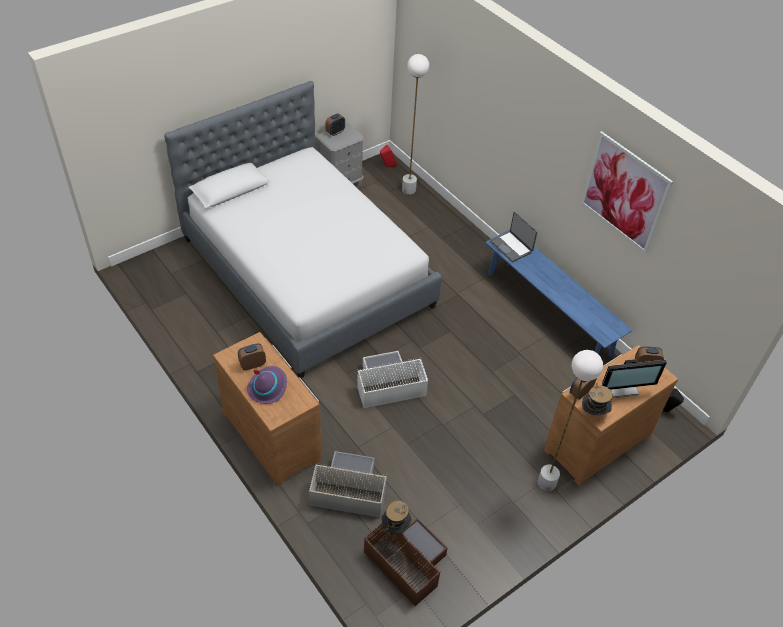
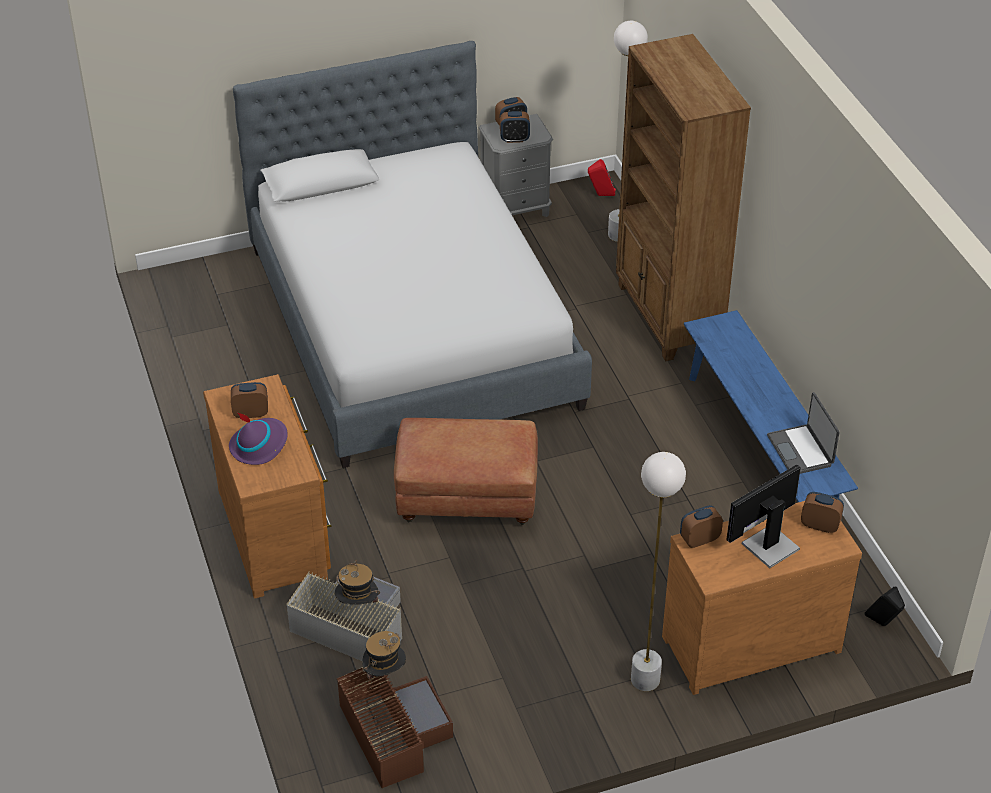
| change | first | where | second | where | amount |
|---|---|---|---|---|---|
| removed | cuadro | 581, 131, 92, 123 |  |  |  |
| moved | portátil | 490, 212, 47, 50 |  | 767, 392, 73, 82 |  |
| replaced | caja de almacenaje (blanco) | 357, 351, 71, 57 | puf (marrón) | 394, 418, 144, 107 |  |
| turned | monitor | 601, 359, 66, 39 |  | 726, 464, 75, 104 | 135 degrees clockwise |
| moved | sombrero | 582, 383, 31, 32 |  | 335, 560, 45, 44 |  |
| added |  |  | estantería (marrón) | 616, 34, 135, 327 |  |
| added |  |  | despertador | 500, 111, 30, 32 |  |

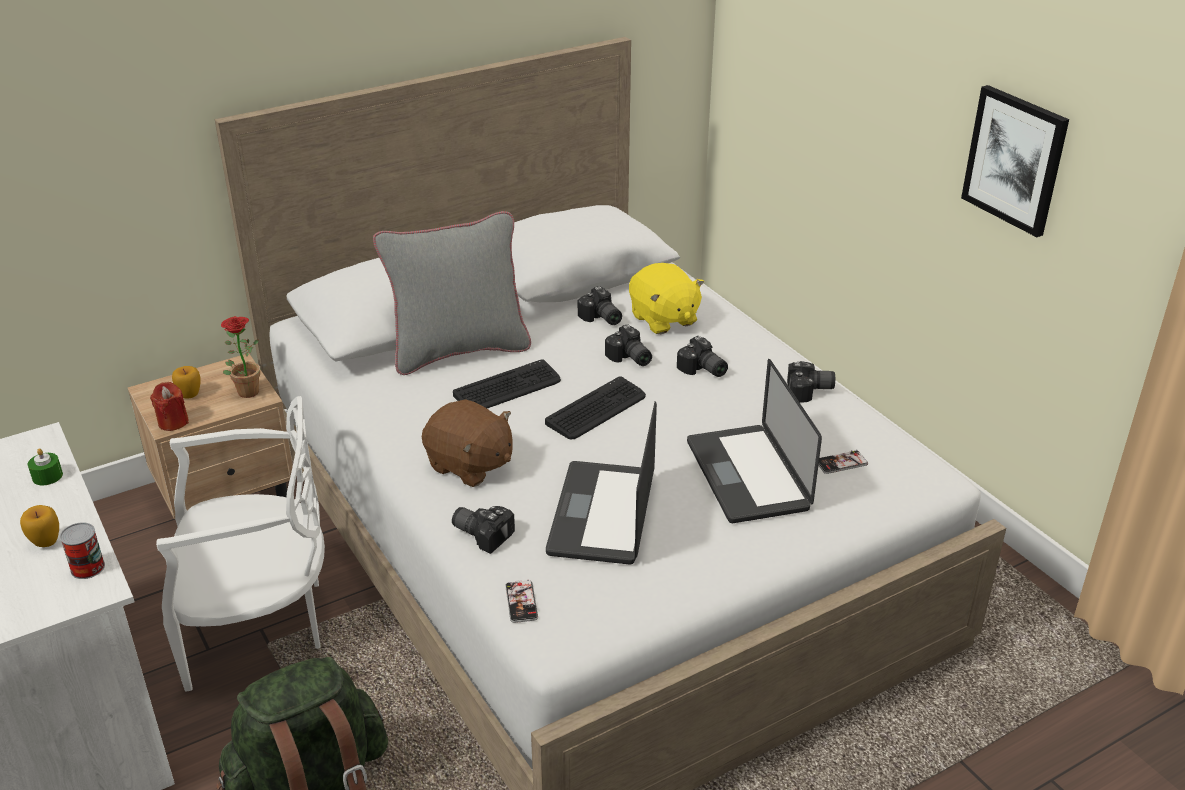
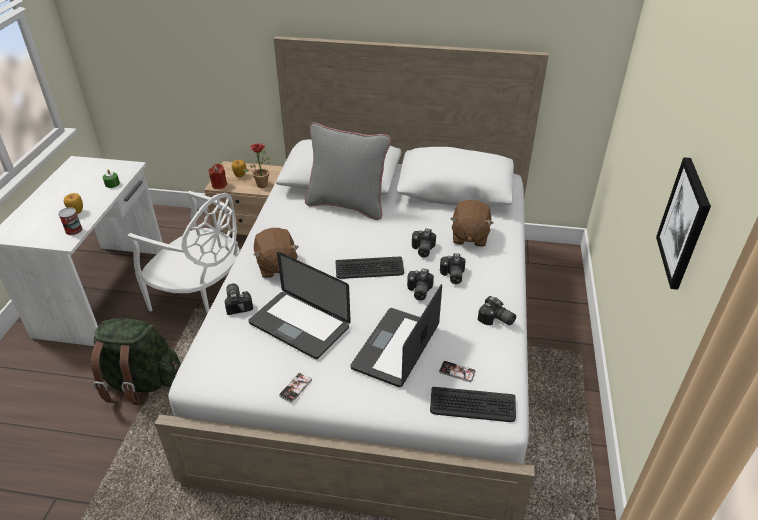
| change | first | where | second | where | amount |
|---|---|---|---|---|---|
| recoloured | peluche (amarillo) | 629, 263, 75, 71 | peluche (marrón) | 451, 200, 42, 47 |  |
| moved | cámara | 578, 286, 44, 39 |  | 407, 269, 27, 32 |  |
| moved | teclado | 453, 359, 108, 49 |  | 430, 387, 86, 35 |  |
| turned | portátil | 546, 401, 111, 164 |  | 249, 252, 102, 107 | 105 degrees counterclockwise |
| moved | móvil | 505, 580, 33, 43 |  | 279, 373, 33, 30 |  |

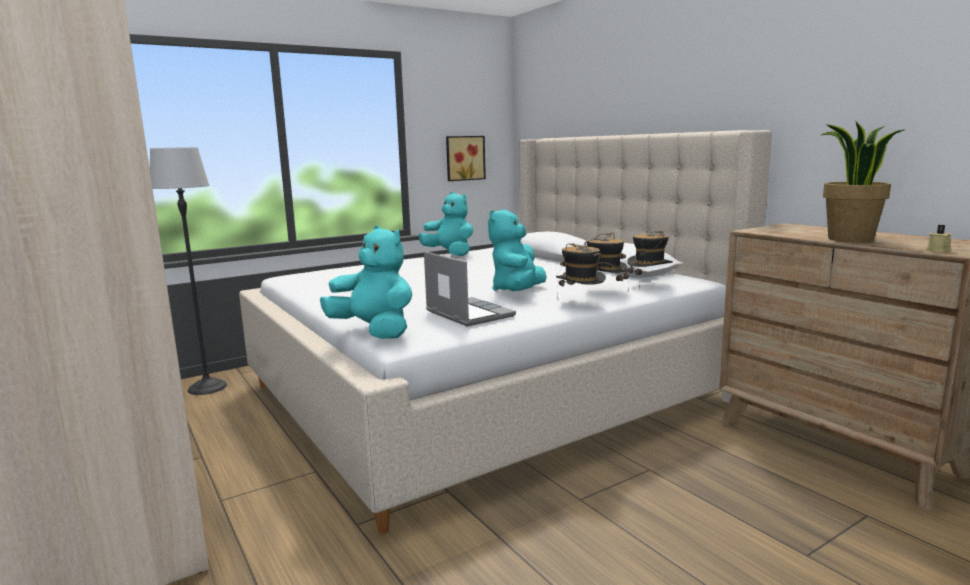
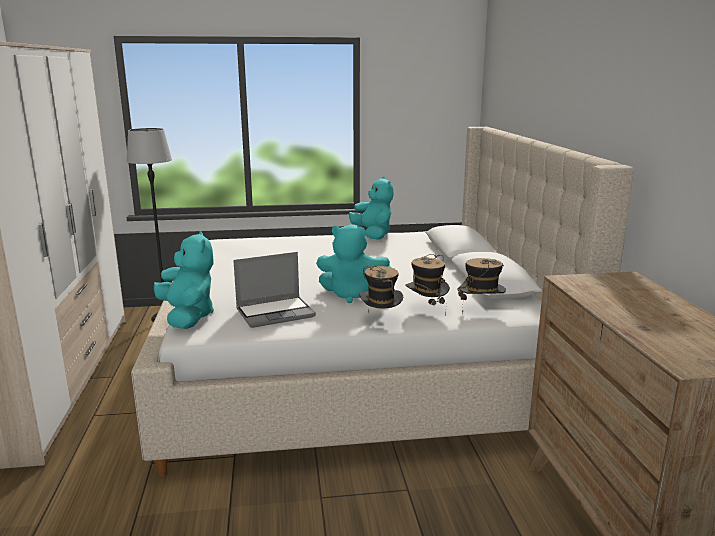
| change | first | where | second | where | amount |
|---|---|---|---|---|---|
| removed | planta en maceta | 821, 121, 85, 121 |  |  |  |
| removed | cuadro | 446, 136, 40, 45 |  |  |  |
| turned | peluche (turquesa) | 488, 209, 59, 82 |  | 316, 225, 75, 78 | 120 degrees counterclockwise |
| removed | vela (beis) | 926, 225, 25, 27 |  |  |  |
| turned | portátil | 424, 251, 92, 76 |  | 233, 252, 83, 76 | 75 degrees clockwise |

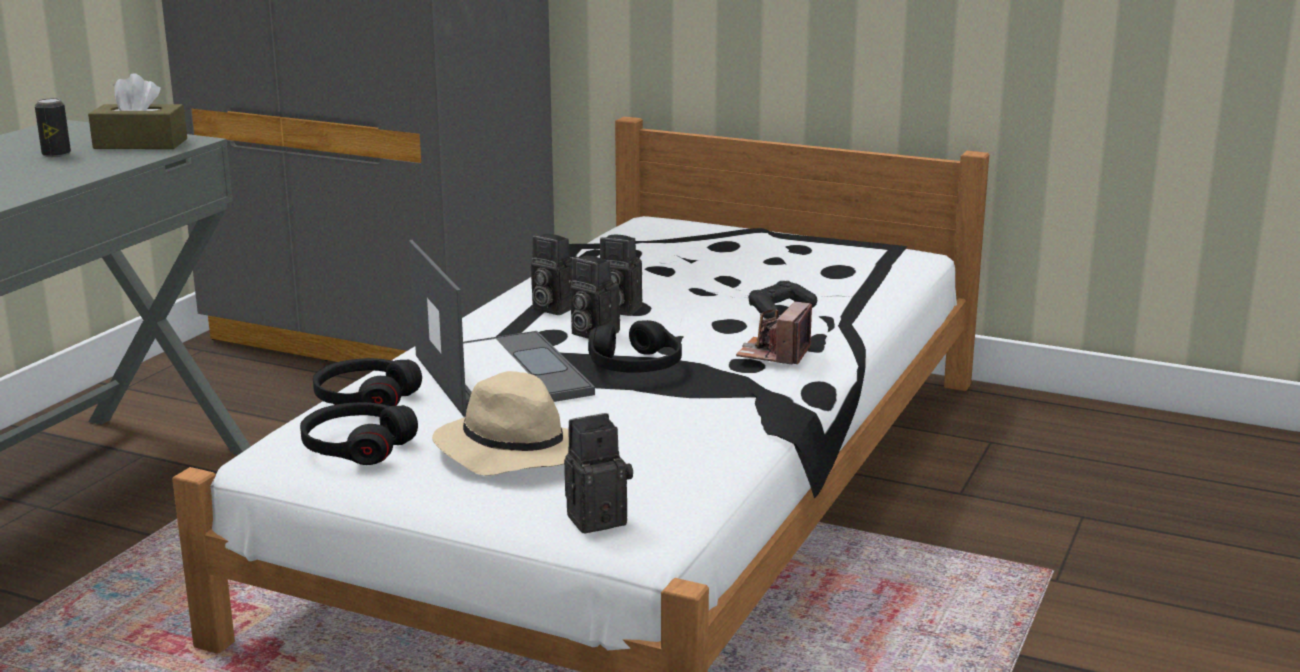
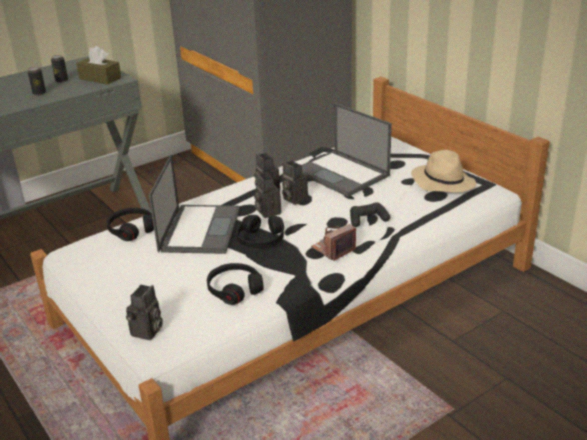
| change | first | where | second | where | amount |
|---|---|---|---|---|---|
| moved | sombrero (beis) | 432, 371, 137, 105 |  | 411, 150, 65, 43 |  |
| moved | auriculares (negro) | 300, 402, 118, 63 |  | 207, 263, 57, 42 |  |
| turned | cámara | 564, 413, 69, 120 |  | 126, 285, 37, 55 | 105 degrees clockwise |
| added |  |  | lata | 28, 67, 18, 29 |  |
| added |  |  | portátil | 302, 103, 90, 94 |  |

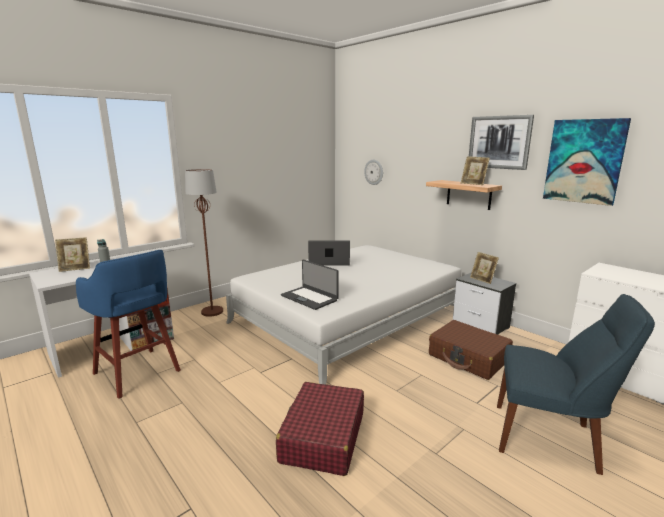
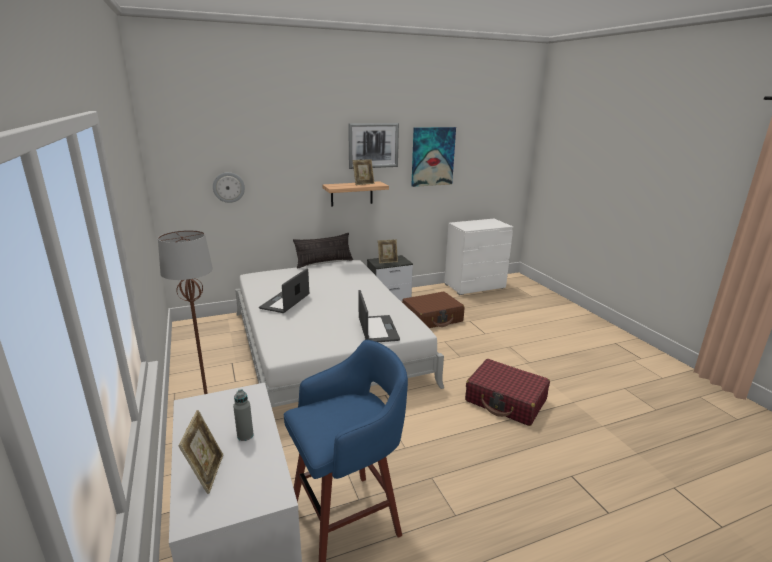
| change | first | where | second | where | amount |
|---|---|---|---|---|---|
| turned | portátil | 281, 260, 58, 50 |  | 358, 290, 42, 52 | 75 degrees counterclockwise |
| removed | silla (azul) | 497, 294, 158, 181 |  |  |  |
| added |  |  | cojín | 293, 233, 60, 36 |  |

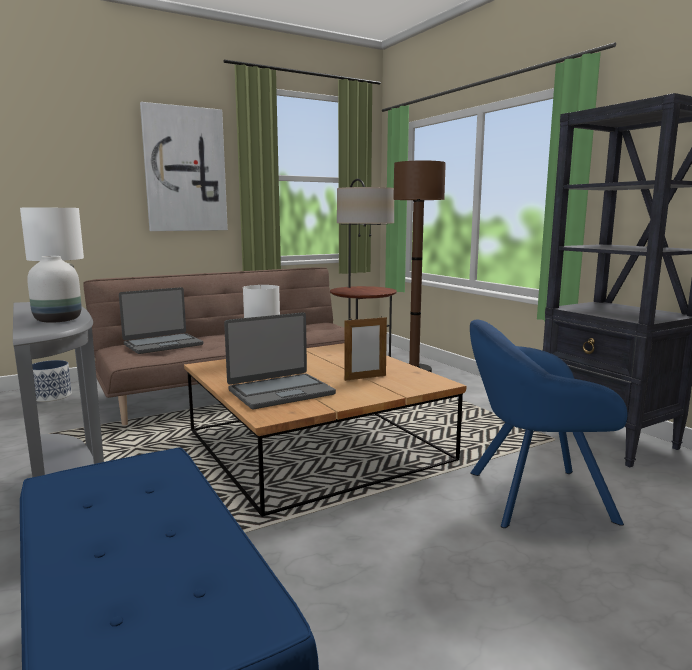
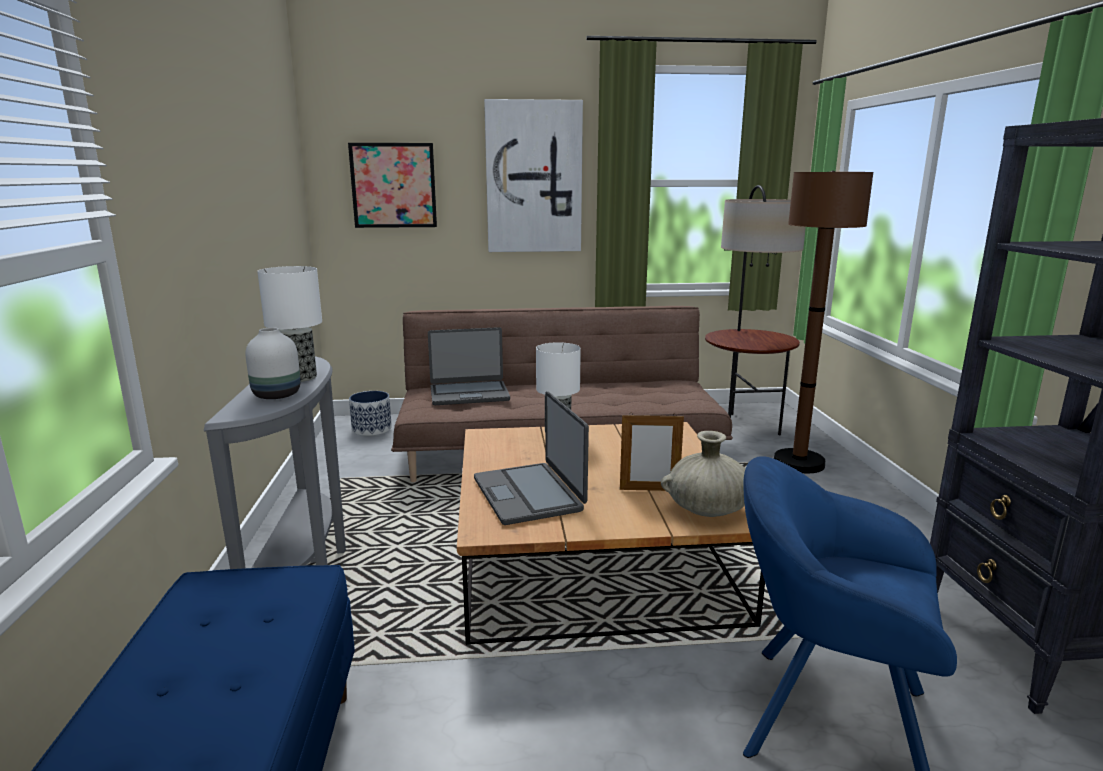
| change | first | where | second | where | amount |
|---|---|---|---|---|---|
| turned | portátil | 224, 312, 112, 97 |  | 474, 391, 115, 134 | 75 degrees clockwise |
| added |  |  | cuadro | 348, 143, 89, 85 |  |
| added |  |  | florero (beis) | 661, 431, 84, 86 |  |

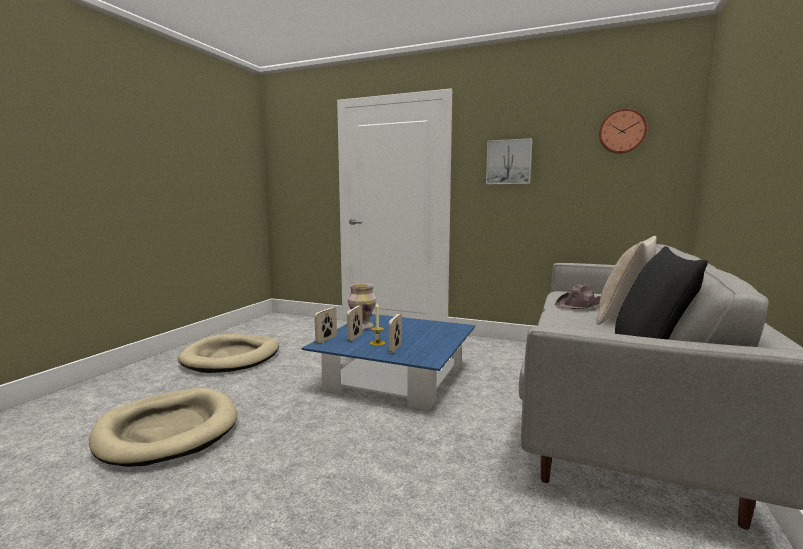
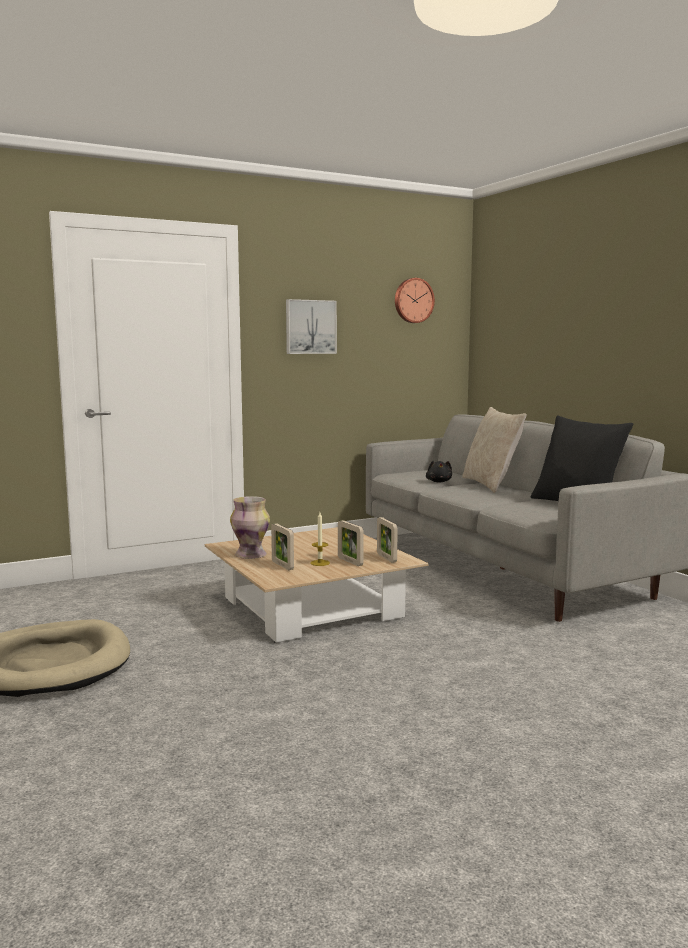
| change | first | where | second | where | amount |
|---|---|---|---|---|---|
| replaced | sombrero (marrón) | 555, 285, 46, 24 | peluche (negro) | 426, 461, 26, 22 |  |
| moved | portarretratos | 314, 307, 23, 37 |  | 377, 517, 21, 46 |  |
| recoloured | mesa de centro (azul) | 302, 314, 173, 96 | mesa de centro (beis) | 205, 527, 224, 116 |  |
| removed | cama para perro (beis) | 89, 388, 148, 79 |  |  |  |

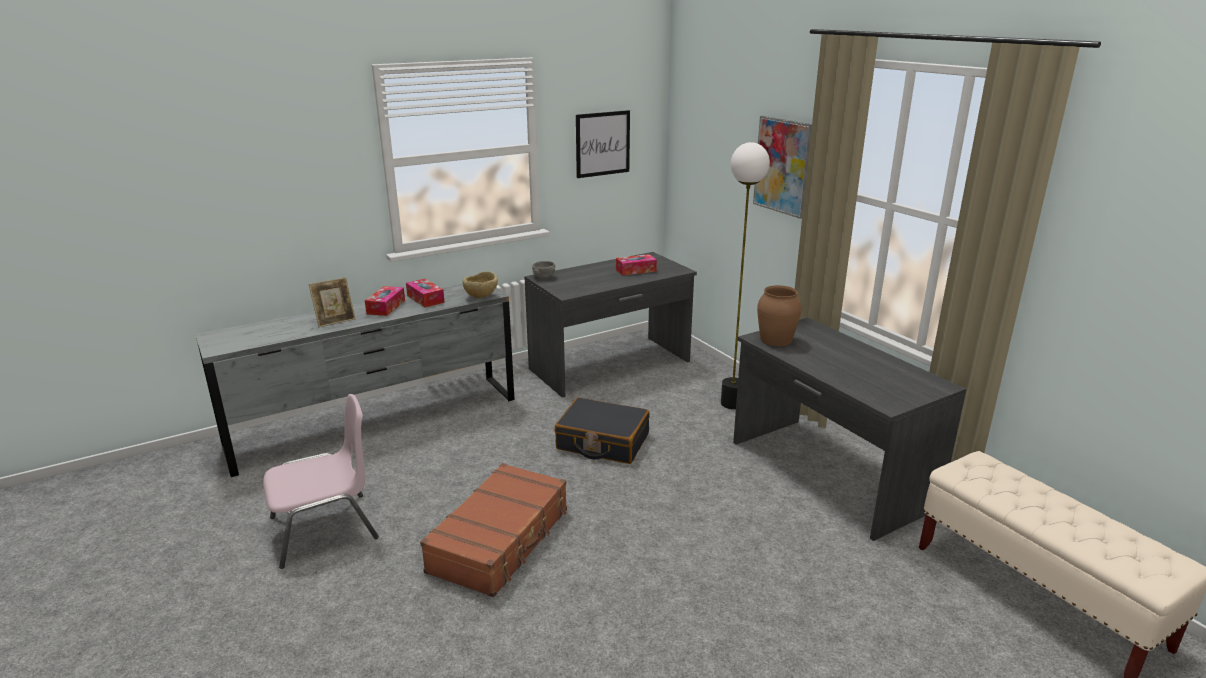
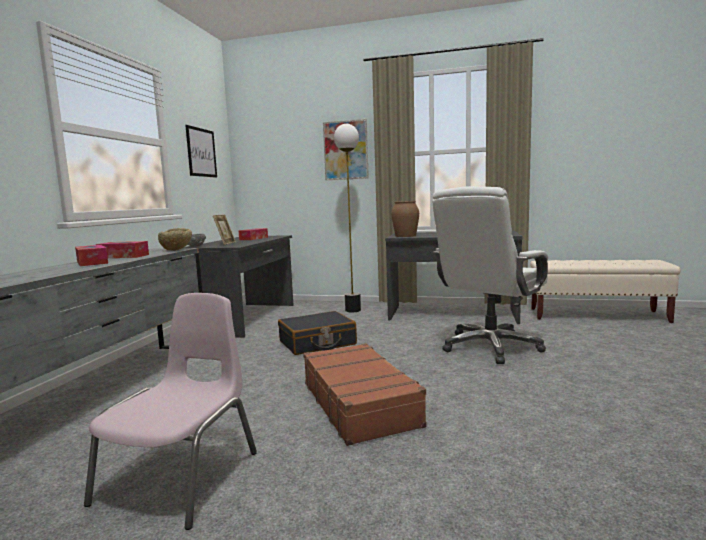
| change | first | where | second | where | amount |
|---|---|---|---|---|---|
| moved | portarretratos | 309, 277, 47, 51 |  | 213, 215, 23, 30 |  |
| added |  |  | silla de oficina (blanco) | 432, 186, 116, 178 |  |

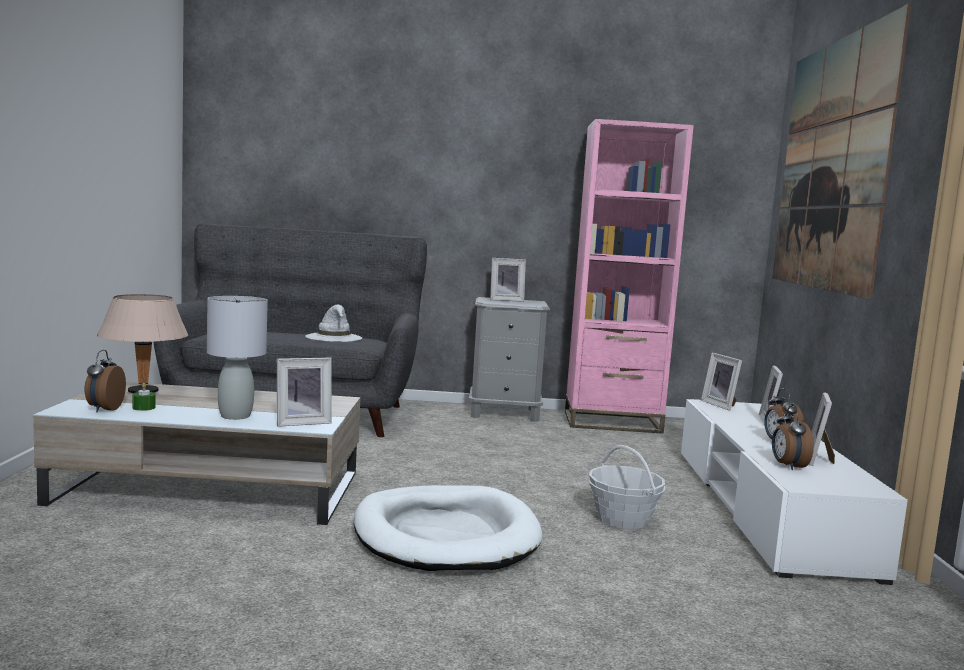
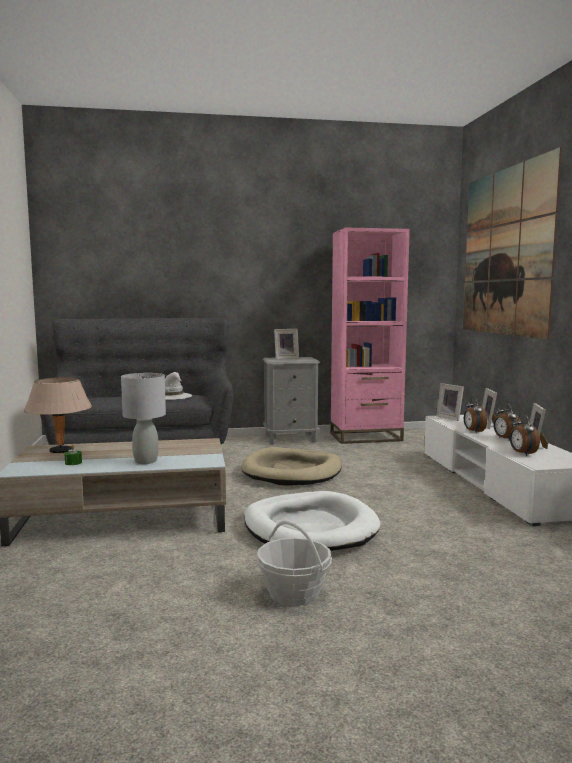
| change | first | where | second | where | amount |
|---|---|---|---|---|---|
| moved | despertador | 84, 350, 42, 62 |  | 464, 397, 23, 36 |  |
| removed | portarretratos | 277, 358, 55, 69 |  |  |  |
| moved | cesta | 588, 445, 78, 84 |  | 257, 521, 75, 85 |  |
| added |  |  | cama para perro (beis) | 241, 447, 101, 39 |  |

